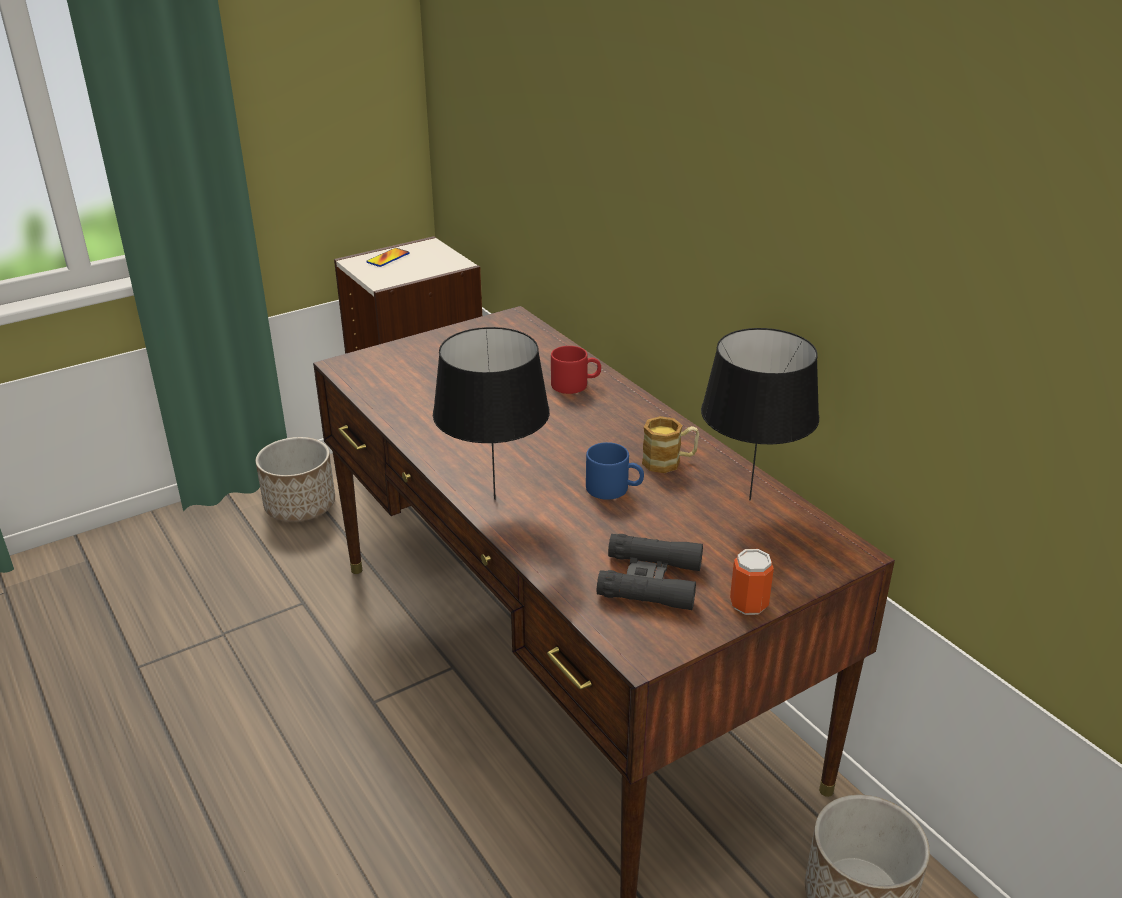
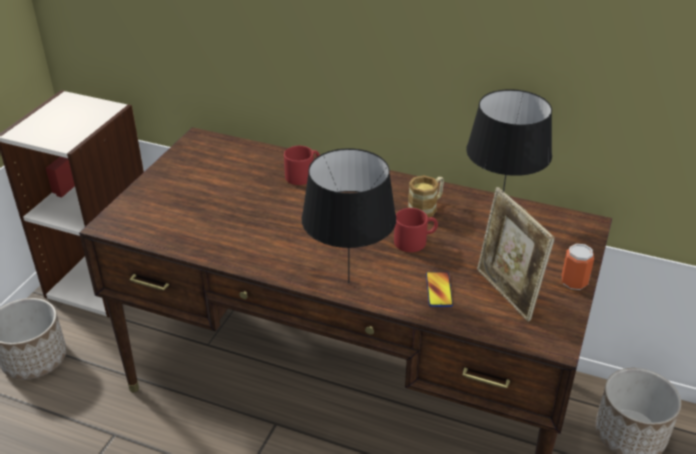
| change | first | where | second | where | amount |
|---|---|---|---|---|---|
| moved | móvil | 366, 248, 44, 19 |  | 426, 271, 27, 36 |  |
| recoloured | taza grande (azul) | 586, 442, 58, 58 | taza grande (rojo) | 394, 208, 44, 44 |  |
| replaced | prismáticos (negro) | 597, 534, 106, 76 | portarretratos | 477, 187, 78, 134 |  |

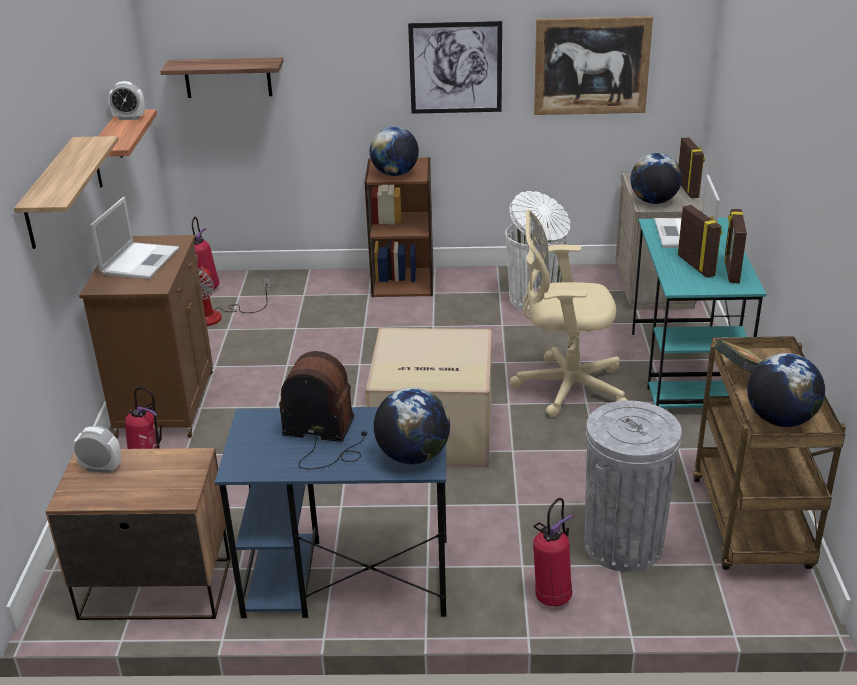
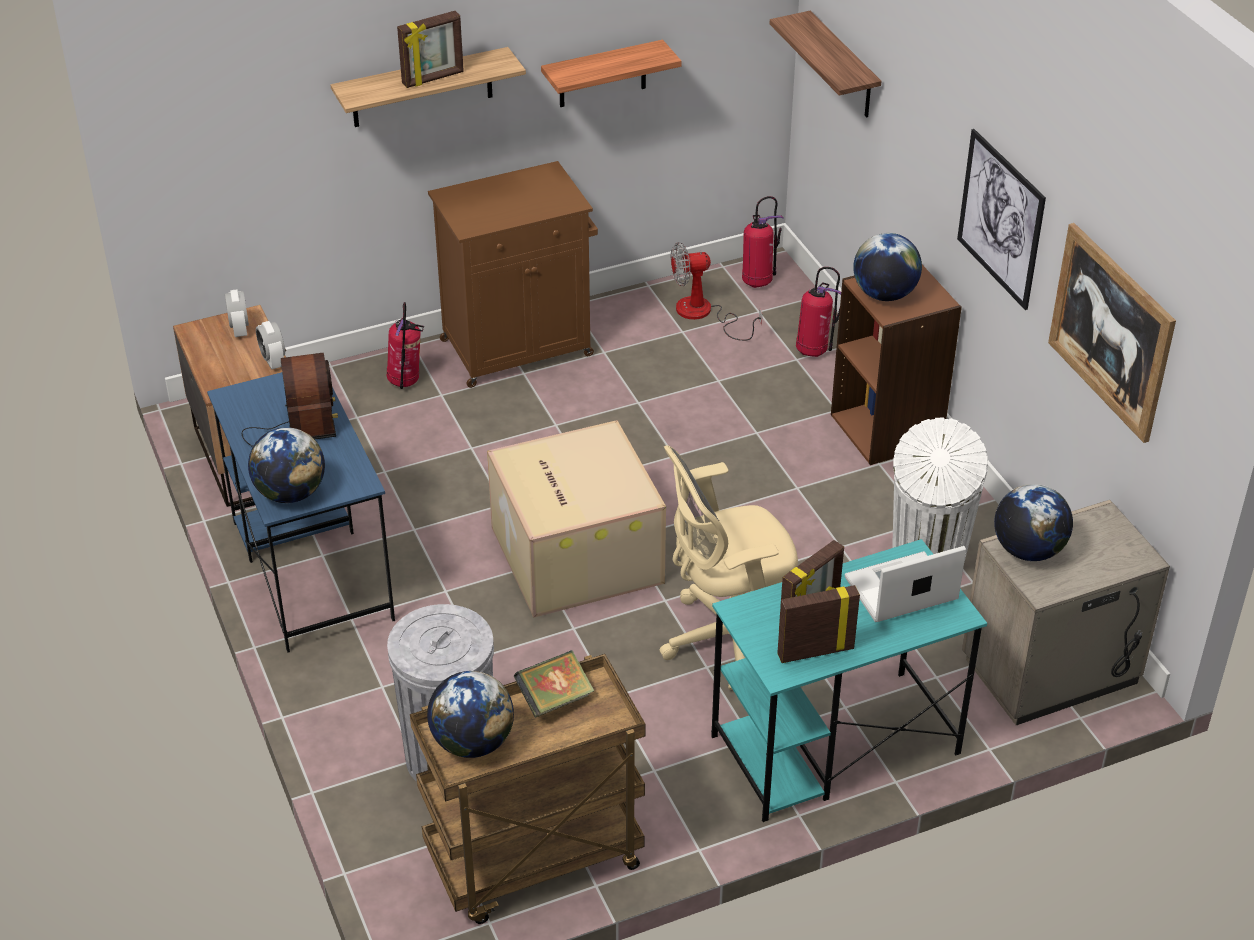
| change | first | where | second | where | amount |
|---|---|---|---|---|---|
| moved | despertador | 108, 81, 37, 39 |  | 256, 321, 29, 49 |  |
| moved | portarretratos | 679, 137, 26, 61 |  | 397, 11, 67, 77 |  |
| removed | portátil | 90, 197, 89, 82 |  |  |  |
| turned | silla de oficina (beis) | 510, 210, 117, 208 |  | 660, 445, 138, 245 | 90 degrees counterclockwise |
| moved | extintor | 533, 498, 42, 109 |  | 796, 267, 45, 90 |  |

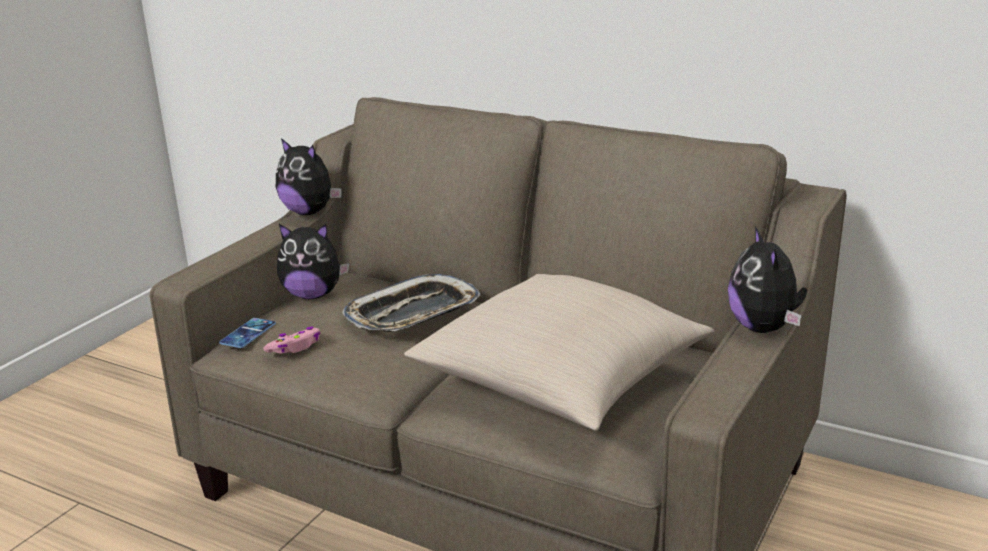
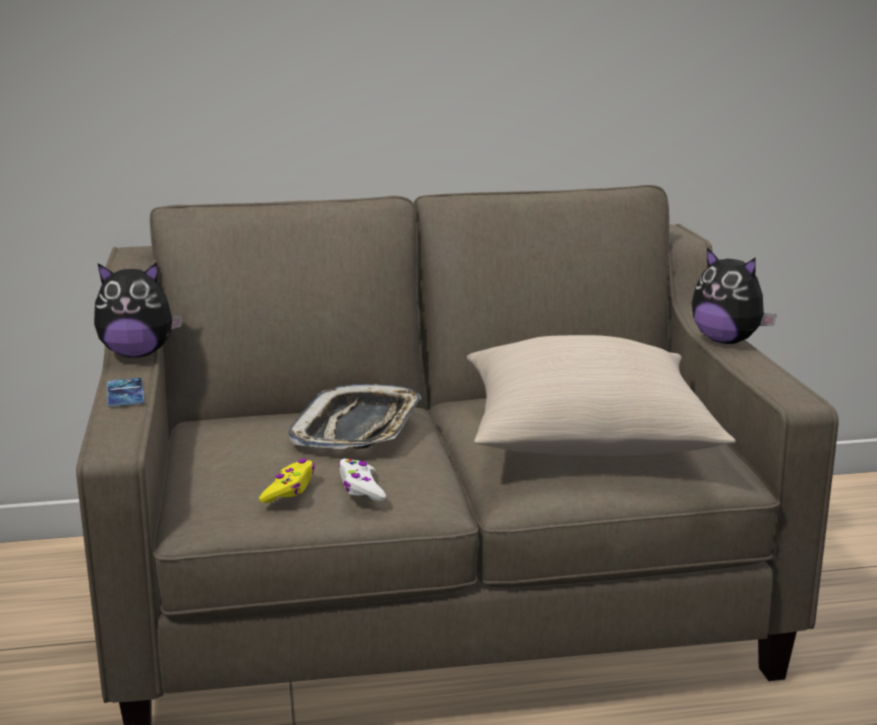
| change | first | where | second | where | amount |
|---|---|---|---|---|---|
| removed | peluche | 277, 224, 72, 75 |  |  |  |
| moved | móvil | 219, 318, 57, 30 |  | 107, 378, 37, 28 |  |
| recoloured | mando de consola (rosa) | 263, 326, 57, 27 | mando de consola (amarillo) | 259, 459, 56, 44 |  |
| added |  |  | mando de consola (blanco) | 339, 459, 47, 42 |  |

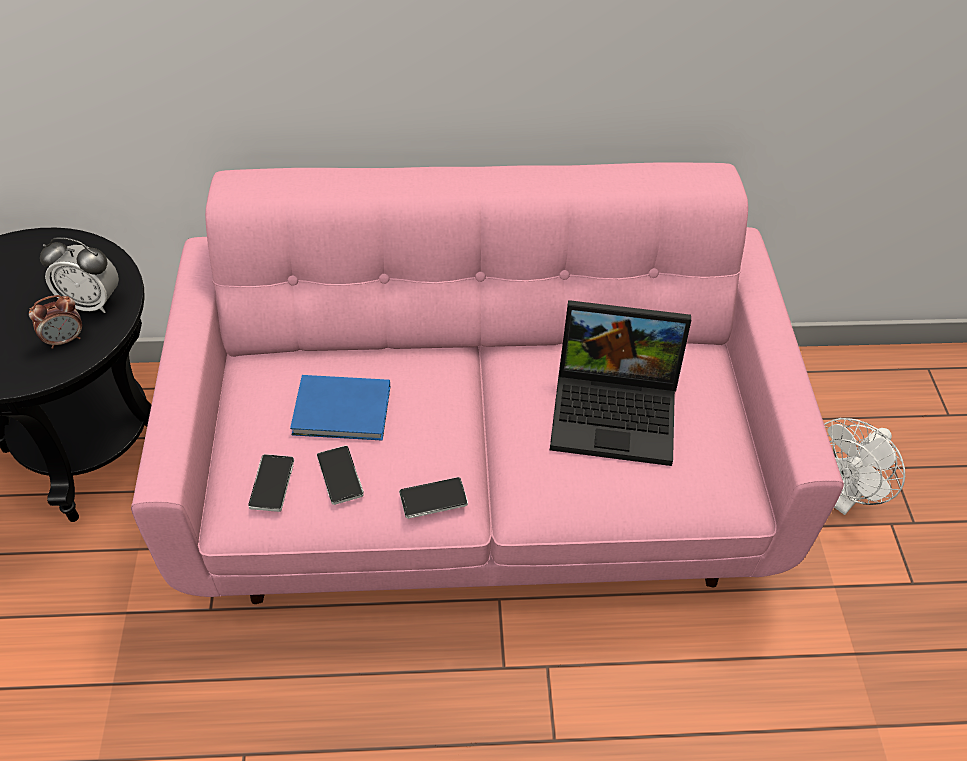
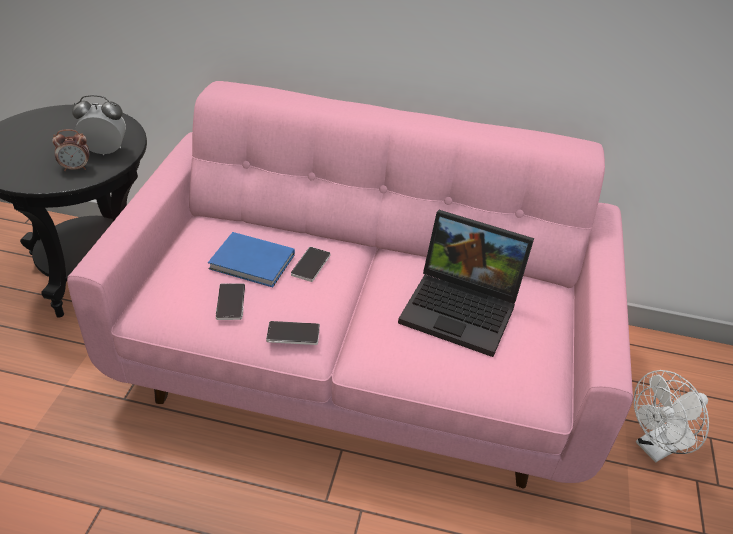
| change | first | where | second | where | amount |
|---|---|---|---|---|---|
| turned | despertador | 40, 237, 79, 76 |  | 72, 95, 54, 60 | 150 degrees clockwise |
| moved | móvil | 248, 454, 46, 58 |  | 291, 247, 39, 35 |  |

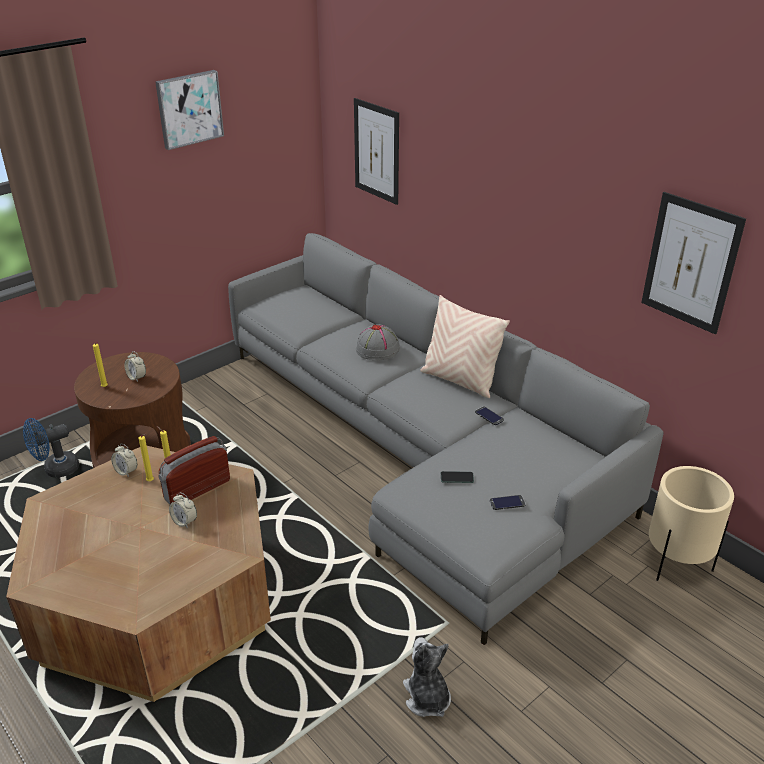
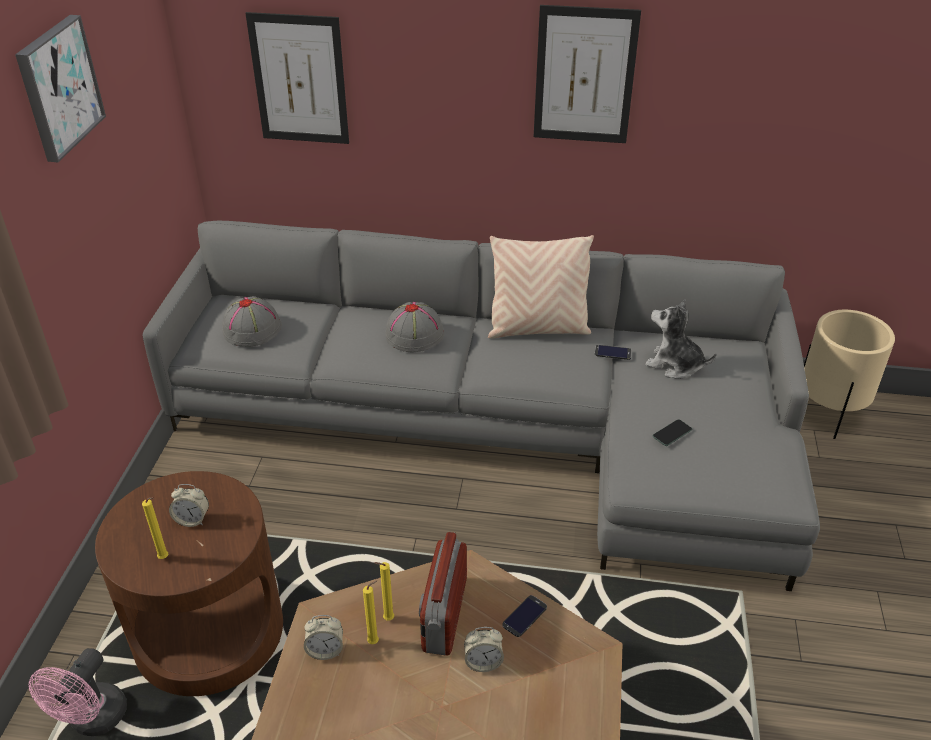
| change | first | where | second | where | amount |
|---|---|---|---|---|---|
| moved | cuadro | 641, 192, 105, 143 |  | 534, 5, 107, 138 |  |
| recoloured | ventilador (azul) | 23, 418, 56, 60 | ventilador (rosa) | 29, 648, 98, 88 |  |
| moved | móvil | 490, 495, 36, 15 |  | 502, 595, 45, 42 |  |
| moved | peluche | 403, 637, 48, 80 |  | 645, 300, 72, 79 |  |
| added |  |  | sombrero (gris) | 222, 296, 60, 51 |  |

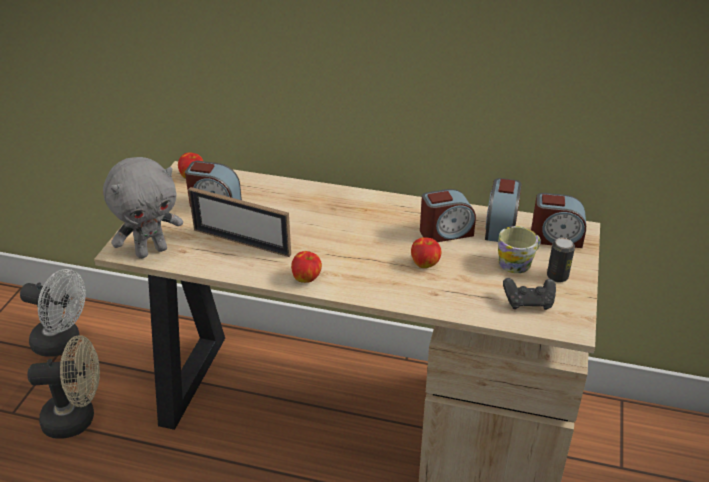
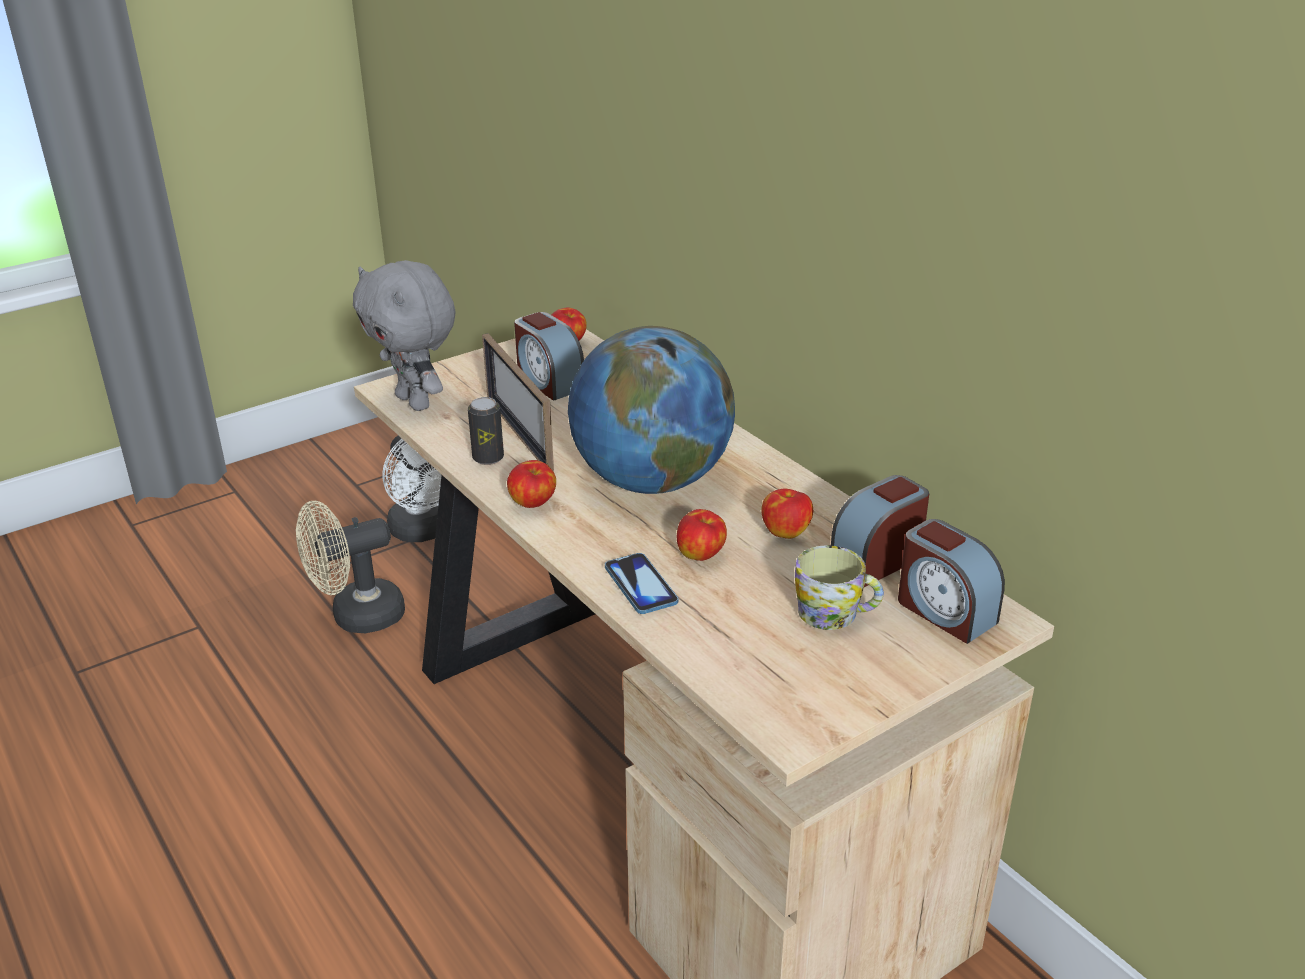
| change | first | where | second | where | amount |
|---|---|---|---|---|---|
| turned | peluche (gris) | 103, 157, 80, 102 |  | 353, 260, 103, 151 | 45 degrees clockwise |
| replaced | despertador | 420, 189, 56, 53 | manzana | 762, 488, 51, 51 |  |
| moved | lata | 547, 238, 28, 45 |  | 468, 397, 36, 68 |  |
| removed | mando de consola (negro) | 503, 278, 53, 32 |  |  |  |
| turned | ventilador (beis) | 28, 335, 72, 104 |  | 296, 501, 109, 132 | 120 degrees clockwise |
| added |  |  | globo terráqueo | 568, 326, 167, 168 |  |
| added |  |  | móvil | 605, 553, 73, 61 |  |

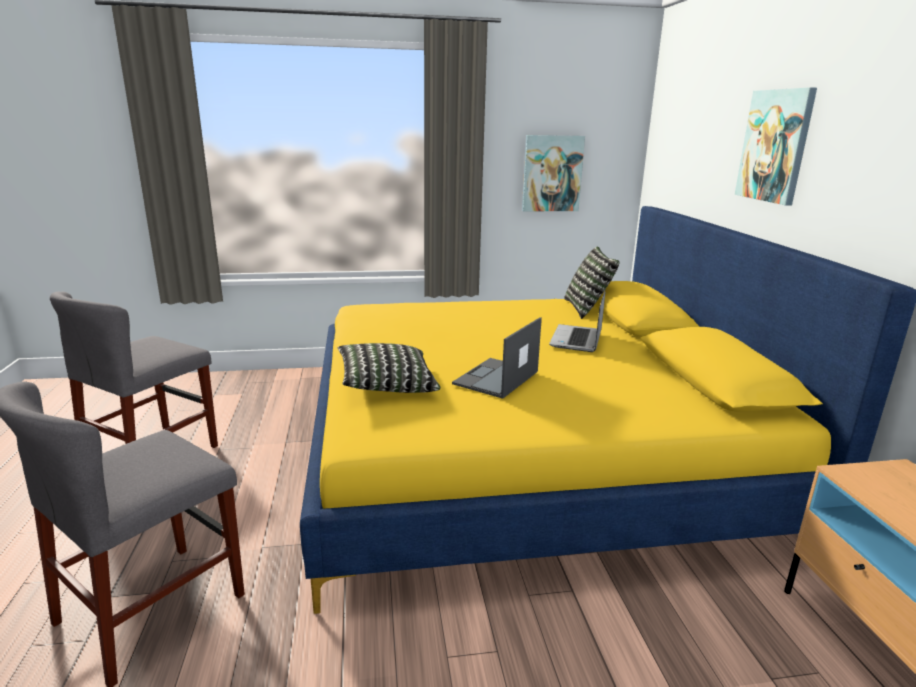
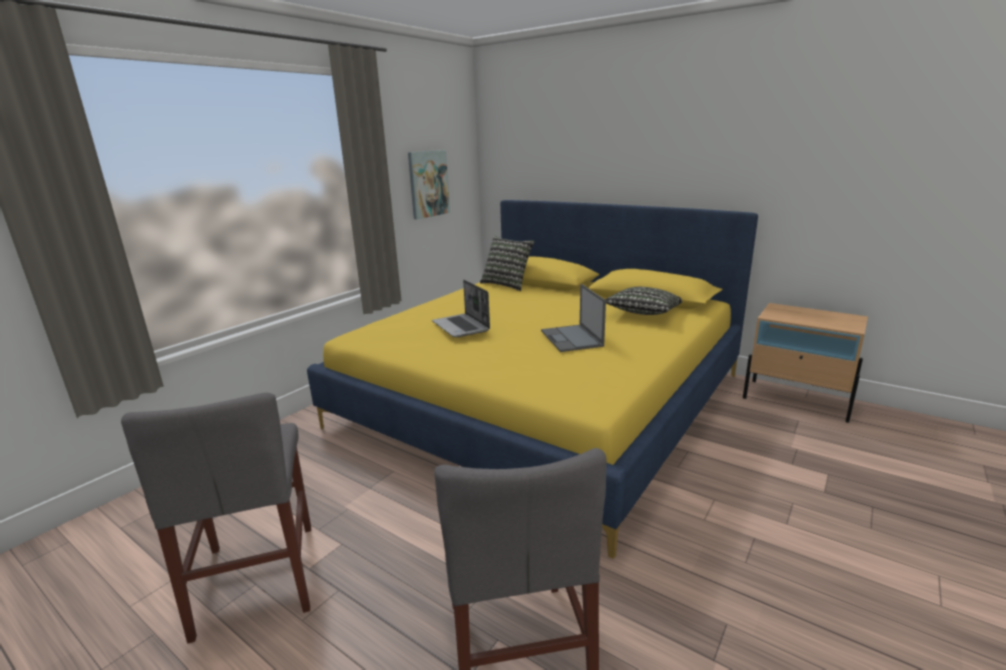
| change | first | where | second | where | amount |
|---|---|---|---|---|---|
| removed | cuadro | 735, 87, 82, 118 |  |  |  |
| moved | portátil | 549, 291, 56, 61 |  | 432, 280, 58, 57 |  |
| moved | cojín | 338, 343, 102, 50 |  | 605, 287, 77, 28 |  |

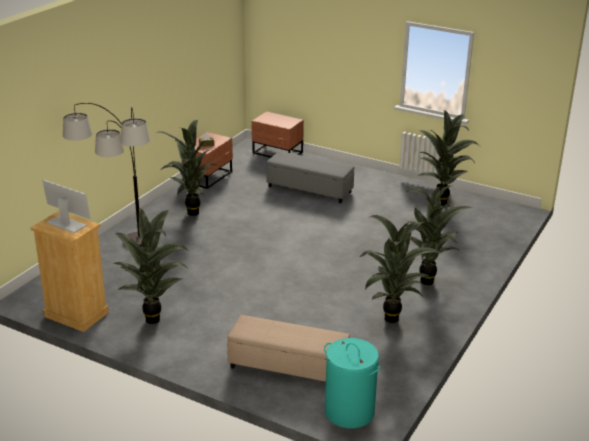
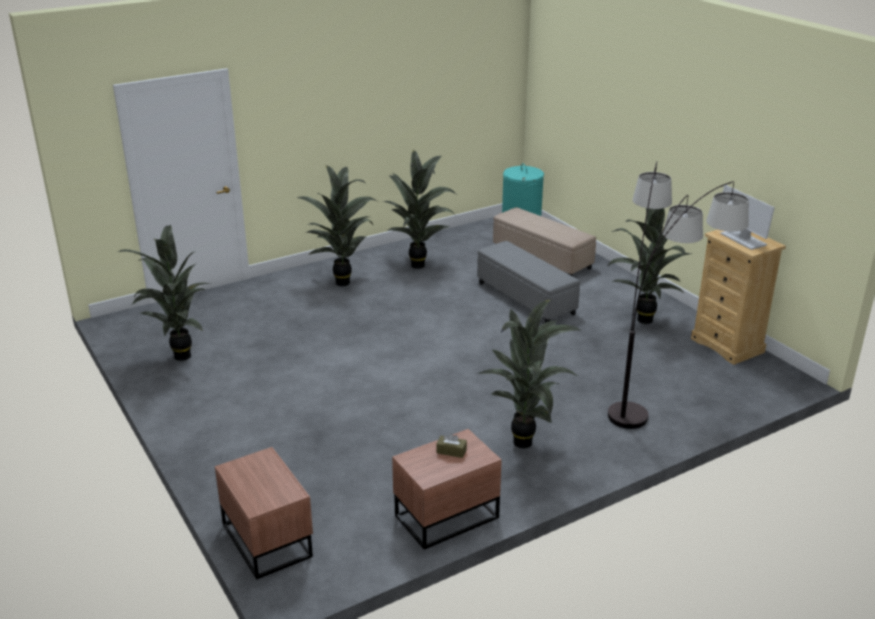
| change | first | where | second | where | amount |
|---|---|---|---|---|---|
| moved | puf (gris) | 266, 151, 88, 52 |  | 477, 241, 103, 82 |  |

